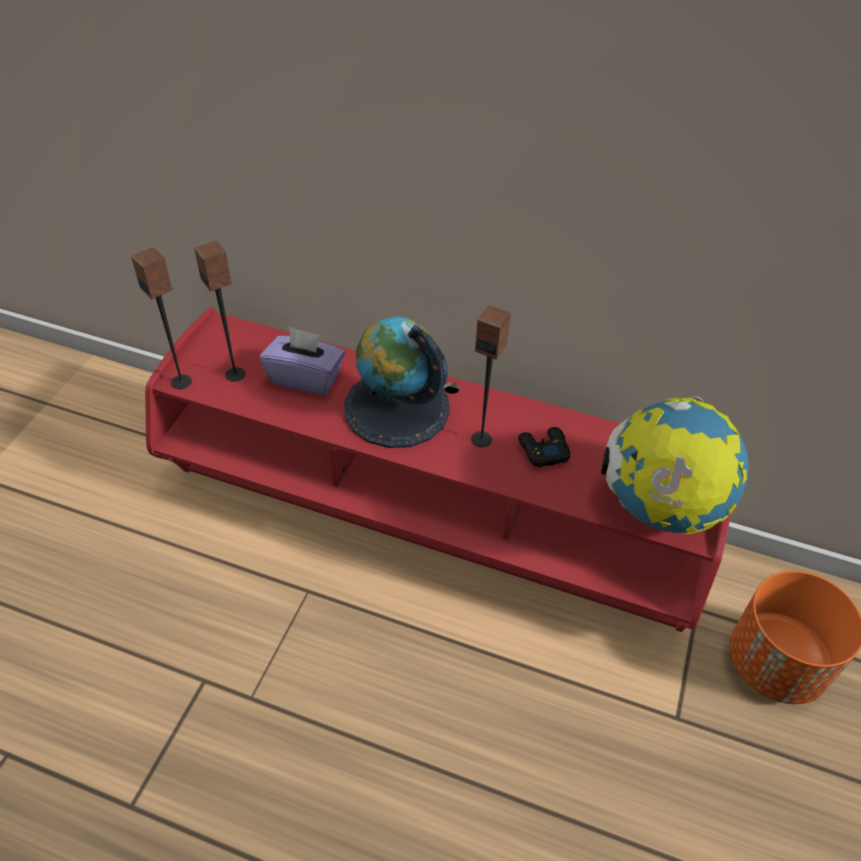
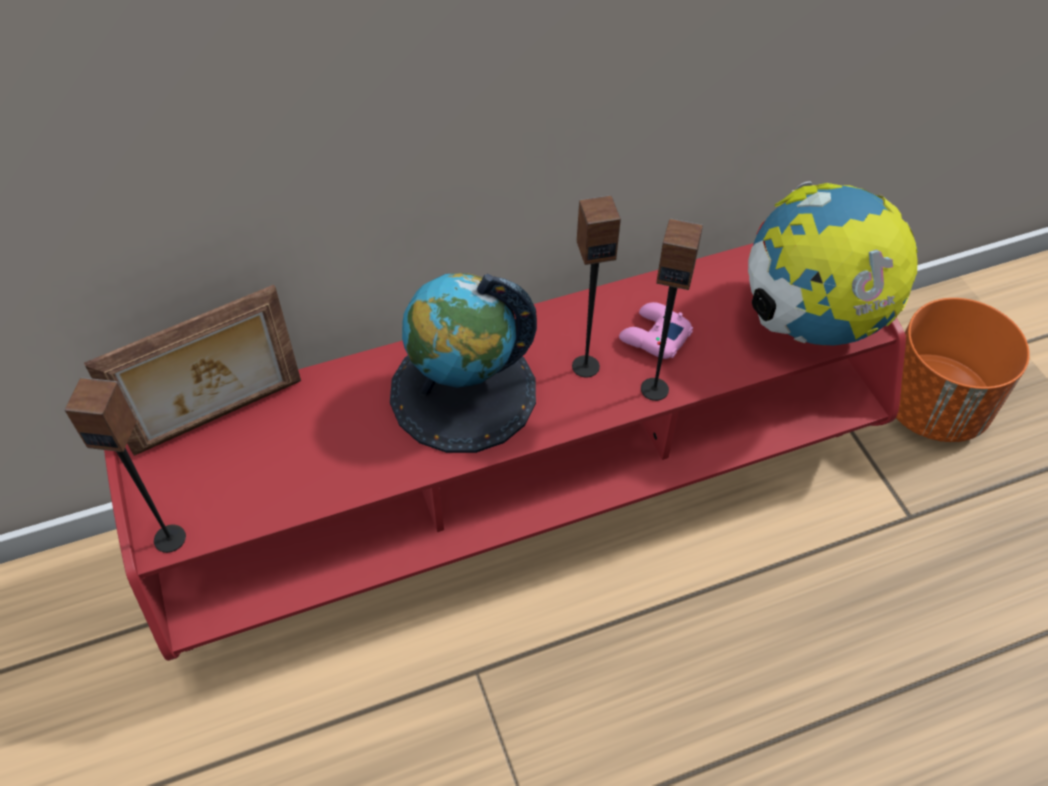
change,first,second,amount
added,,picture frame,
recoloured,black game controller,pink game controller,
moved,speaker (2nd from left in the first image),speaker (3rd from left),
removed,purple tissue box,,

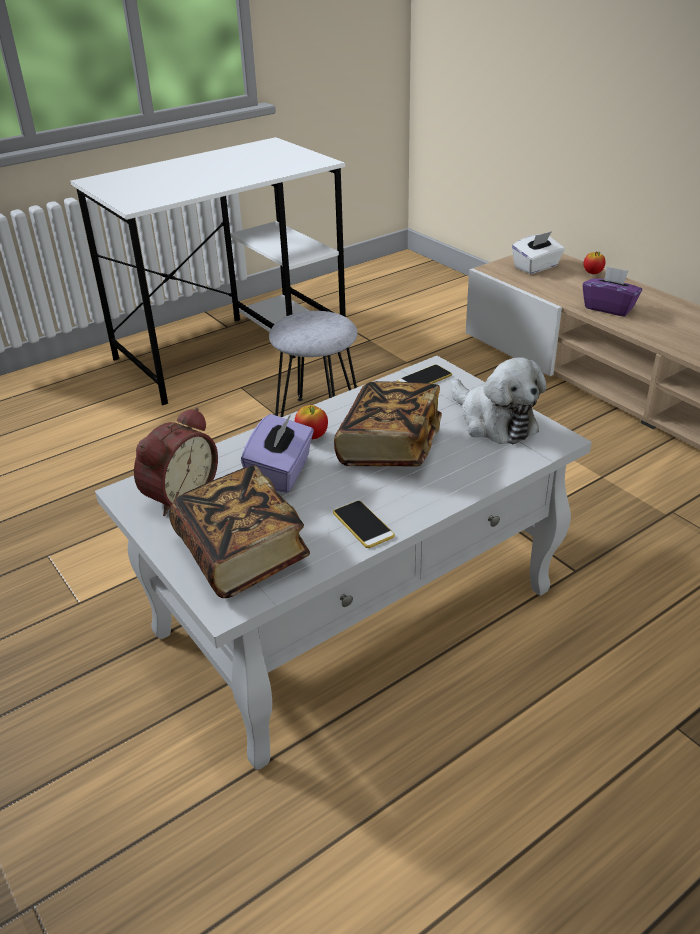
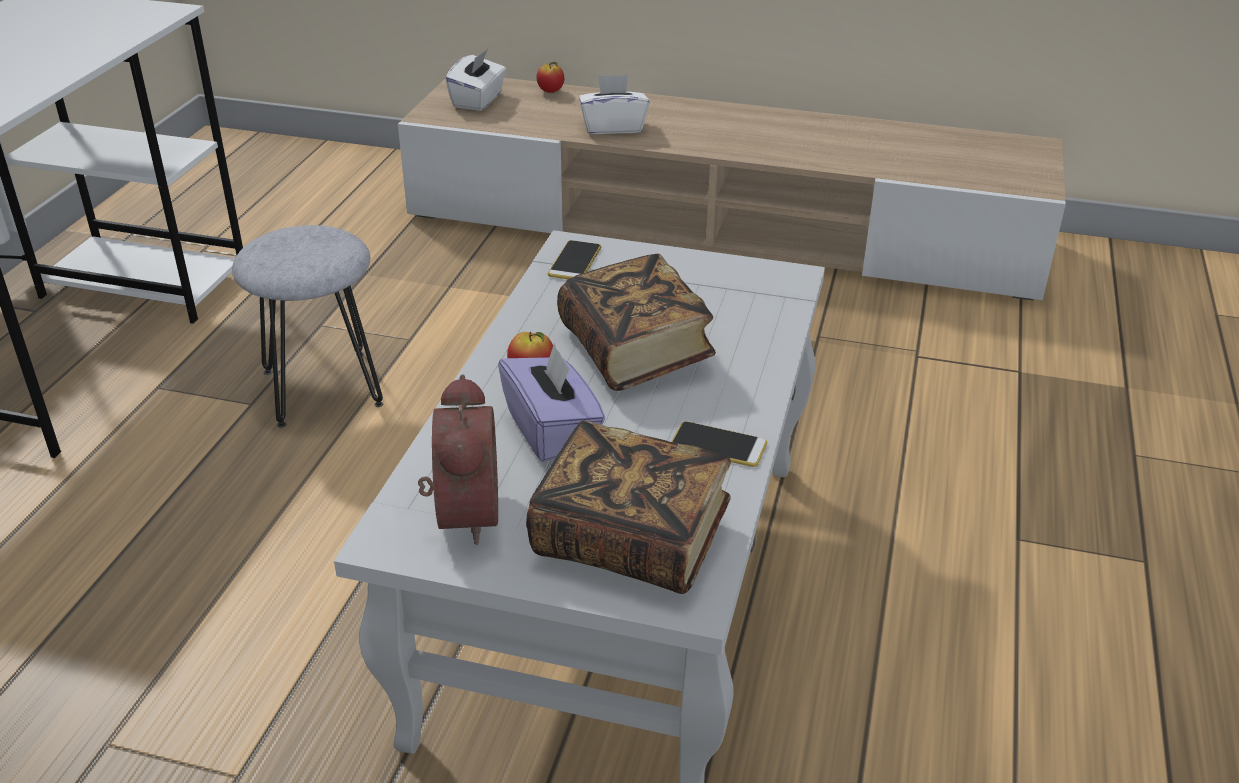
change,first,second,amount
recoloured,purple tissue box (2nd from left),white tissue box (2nd from left),
removed,plush toy,,

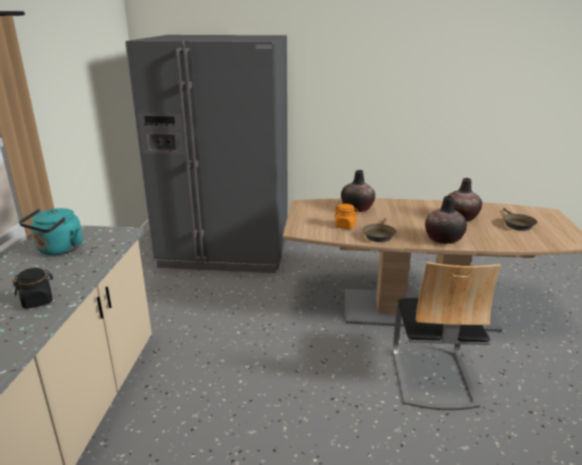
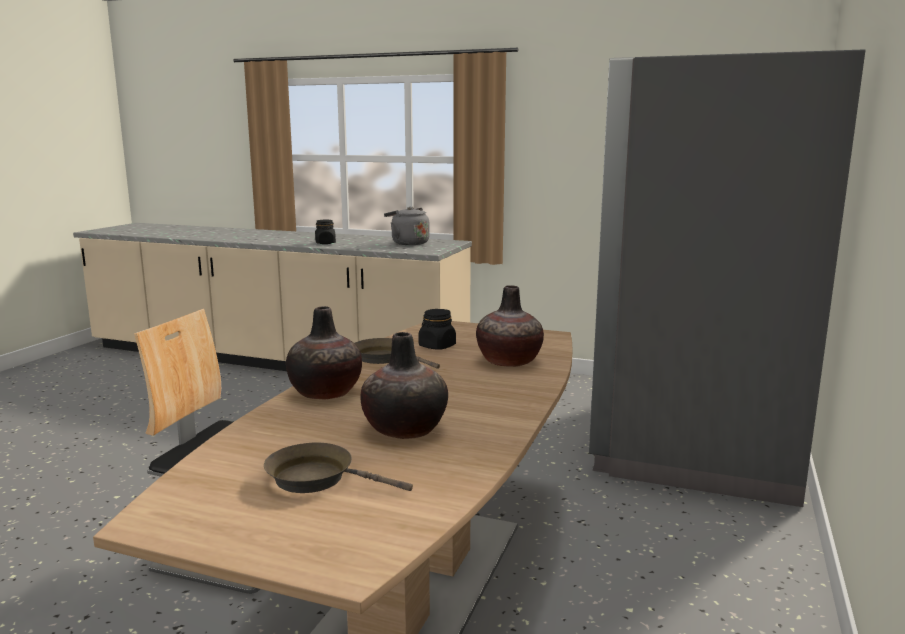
change,first,second,amount
recoloured,turquoise kettle,grey kettle,
recoloured,orange jar,black jar (2nd from left),

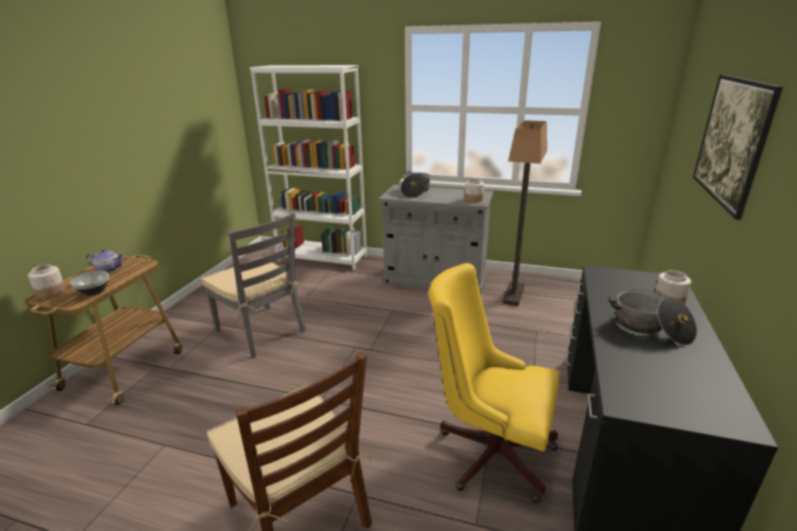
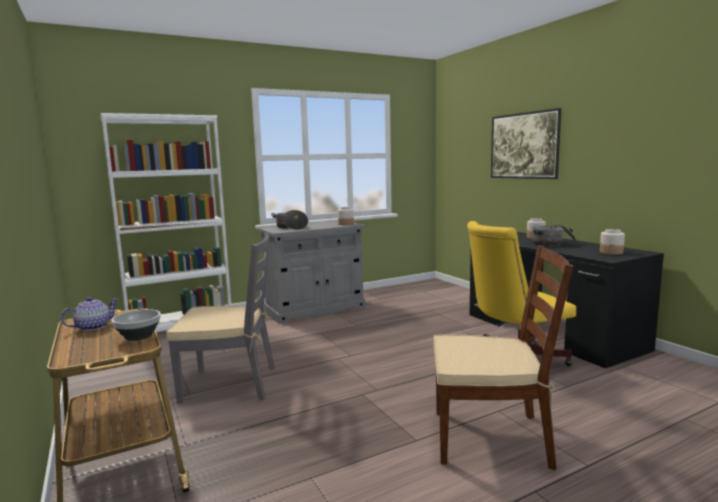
change,first,second,amount
moved,jar (1st from left in the first image),jar (3rd from left),
removed,floor lamp,,

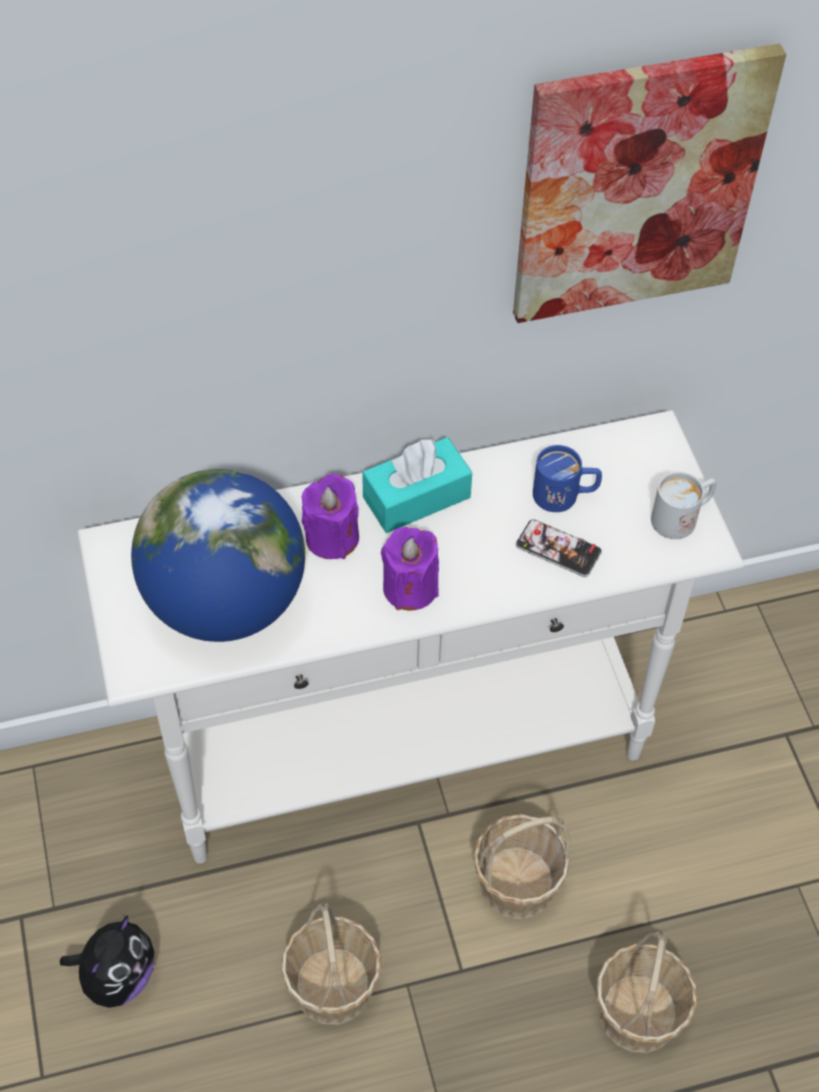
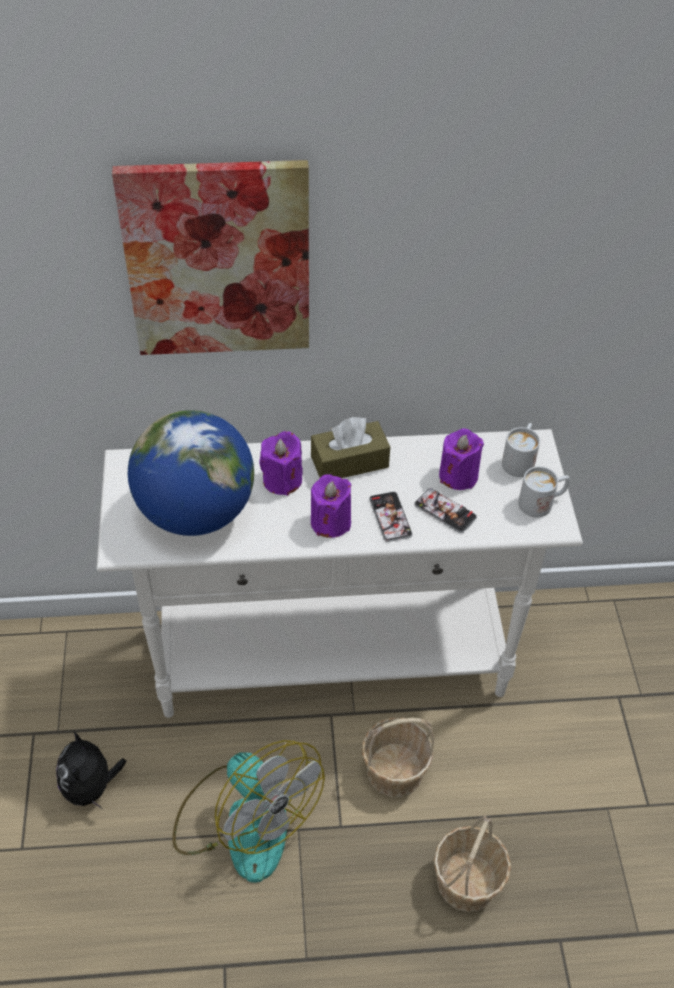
change,first,second,amount
turned,plush toy,,135 degrees clockwise
moved,picture,,
replaced,basket (1st from left),fan,
recoloured,turquoise tissue box,brown tissue box,
added,,phone (1st from left),
replaced,blue mug,purple candle (3rd from left),
added,,white mug (1st from left),

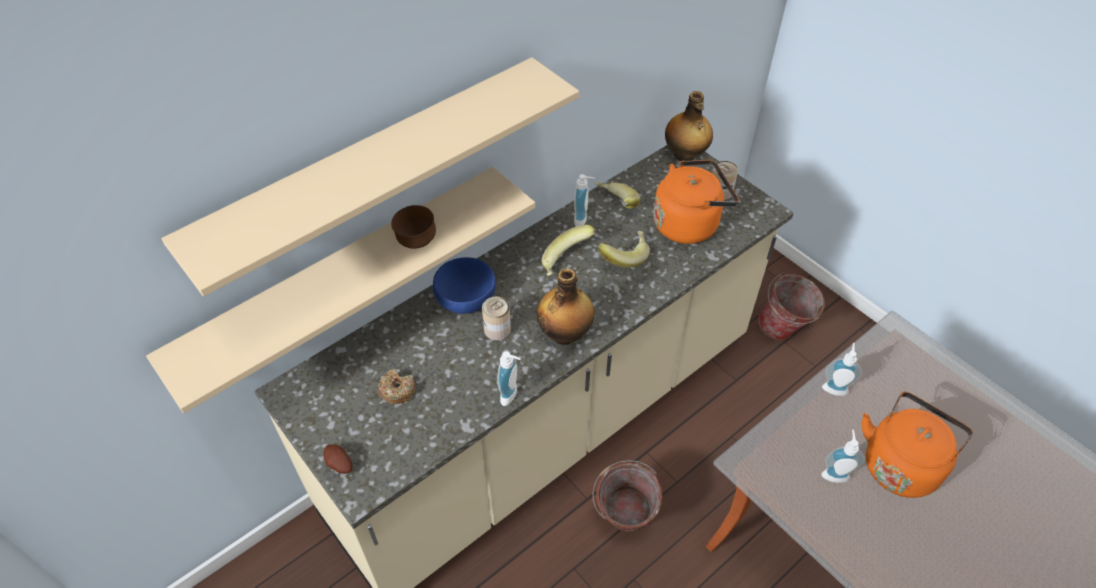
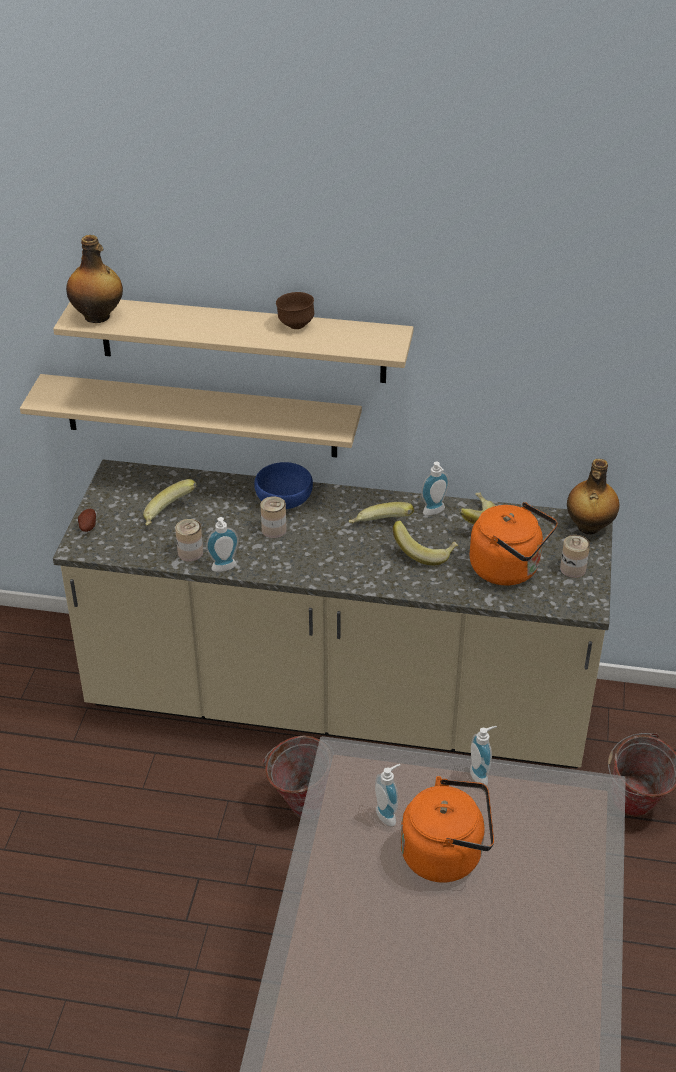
change,first,second,amount
moved,bottle (1st from left),,
replaced,donut,banana (1st from left),
added,,can (1st from left),
moved,brown bowl,,

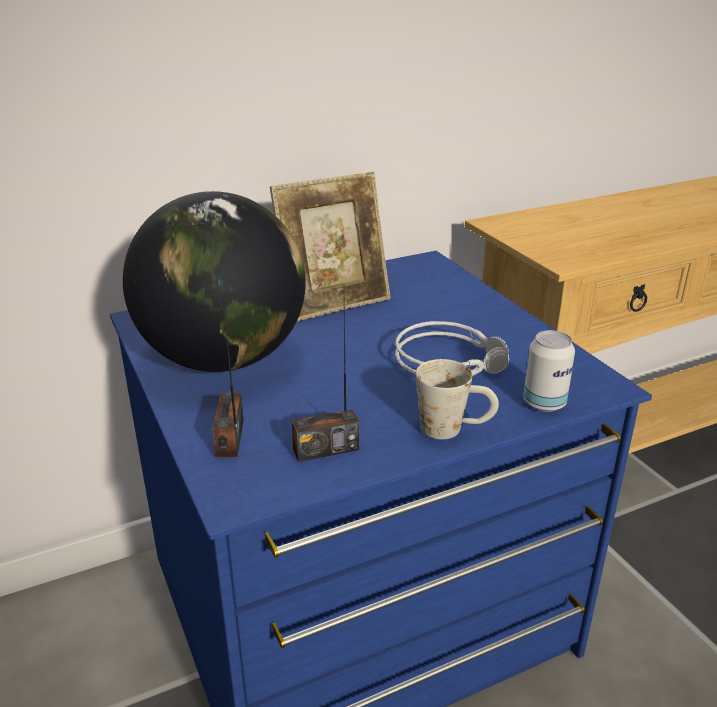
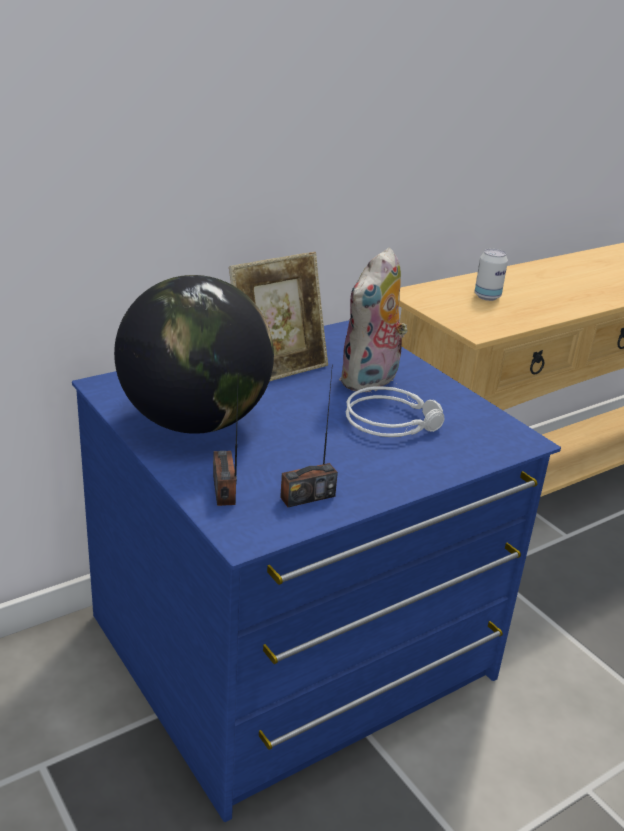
change,first,second,amount
added,,plush toy,
moved,can,,
removed,white mug,,

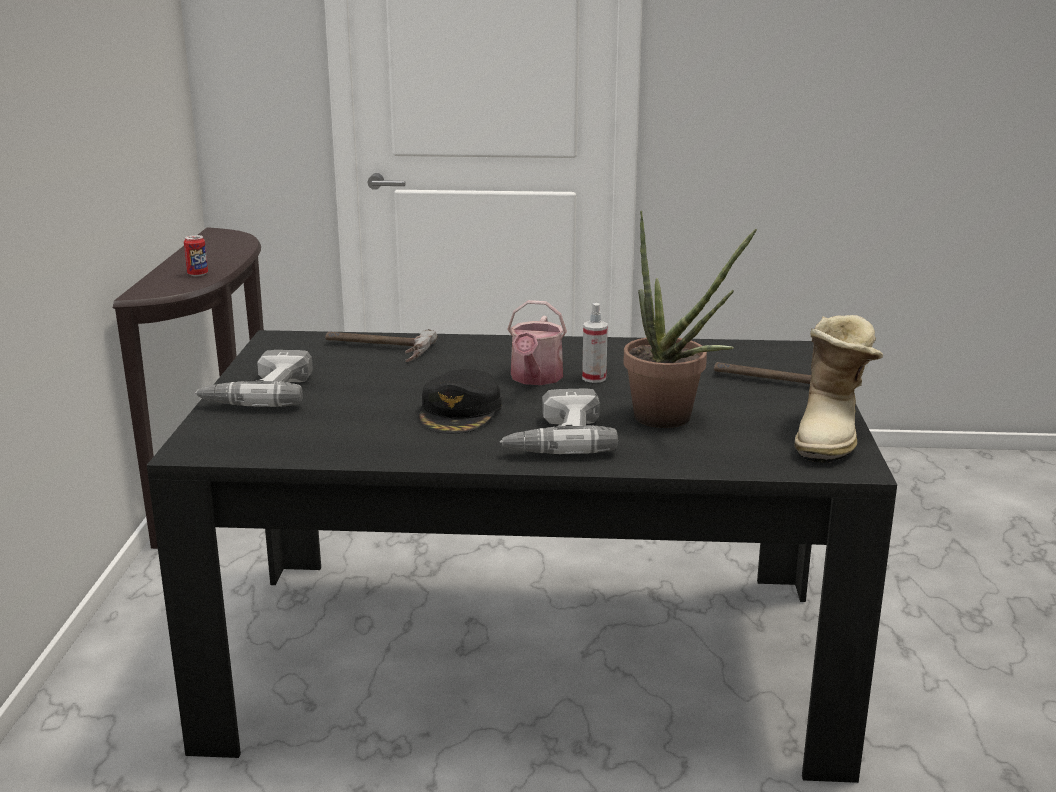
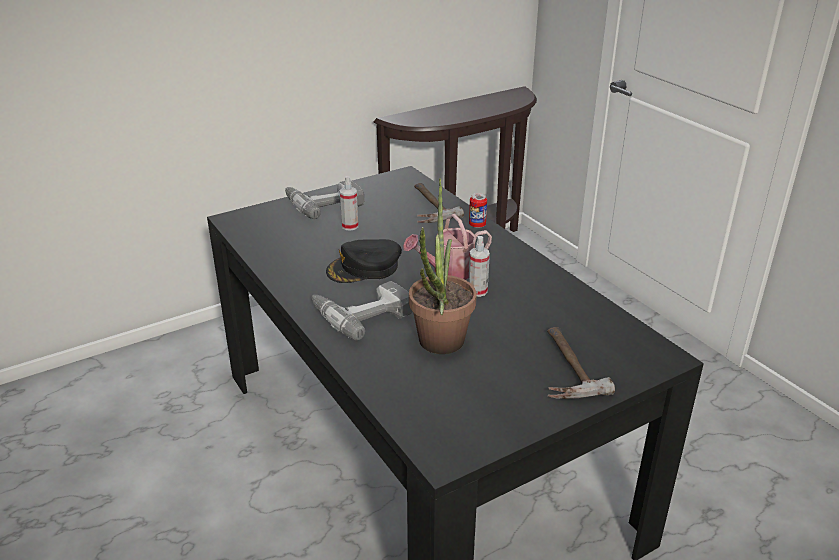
change,first,second,amount
added,,spray bottle (1st from left),
moved,can,,
removed,boot,,

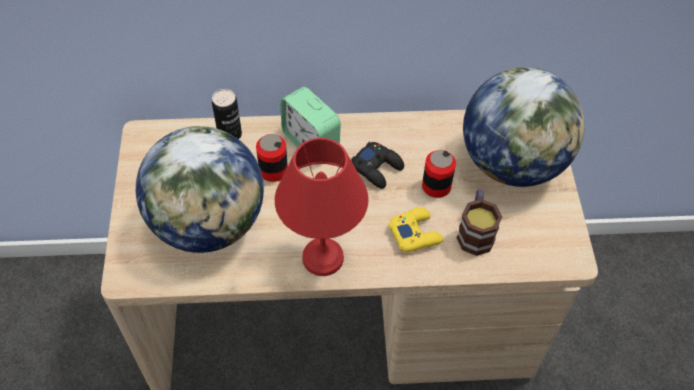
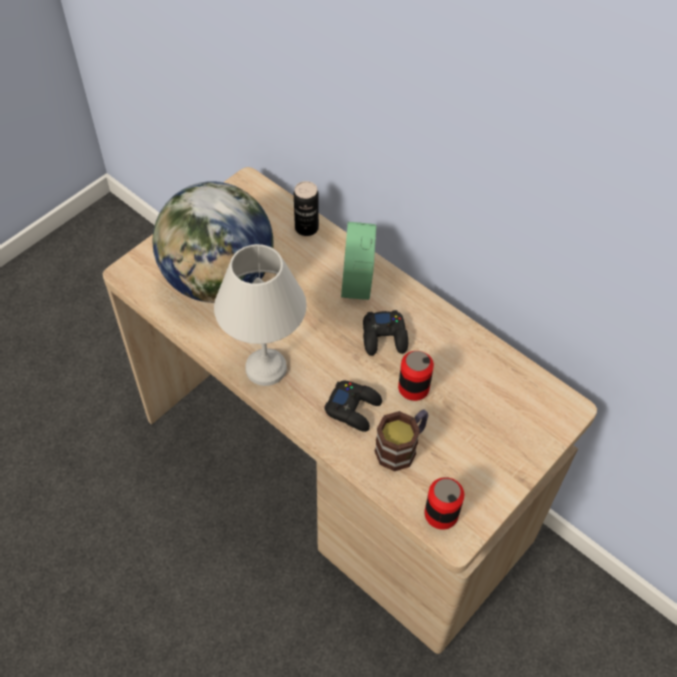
change,first,second,amount
recoloured,red table lamp,white table lamp,
recoloured,yellow game controller,black game controller (1st from left),
moved,can (2nd from left in the first image),can (3rd from left),
removed,globe (2nd from left),,

